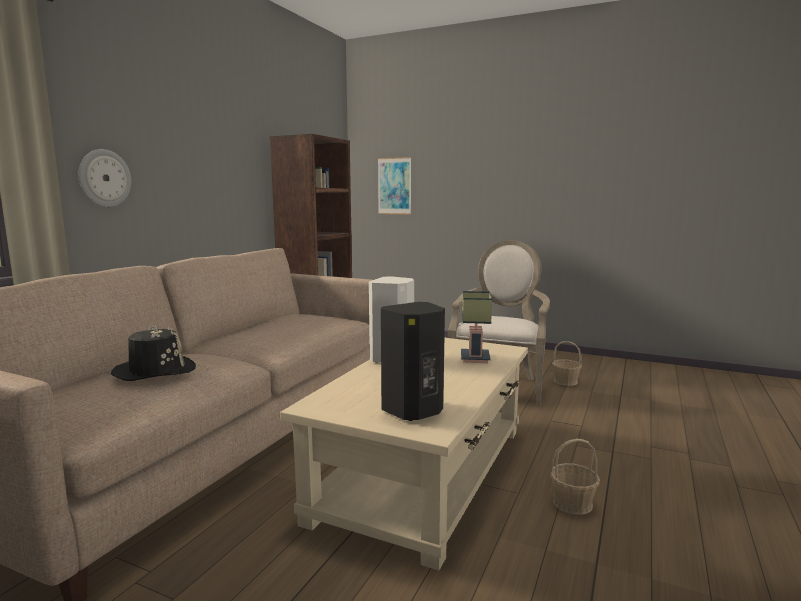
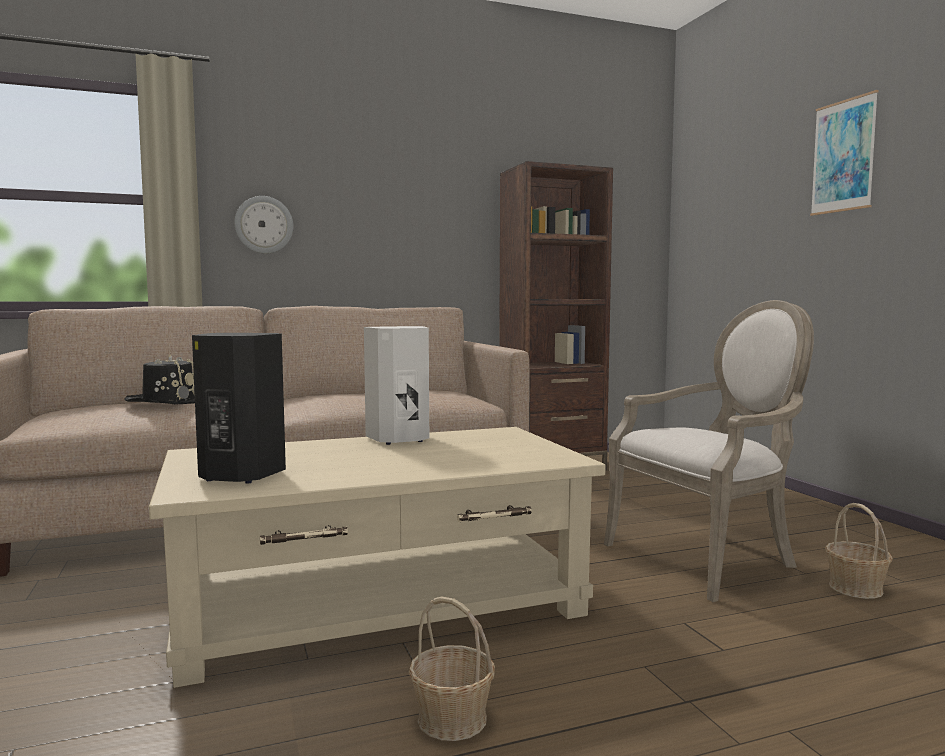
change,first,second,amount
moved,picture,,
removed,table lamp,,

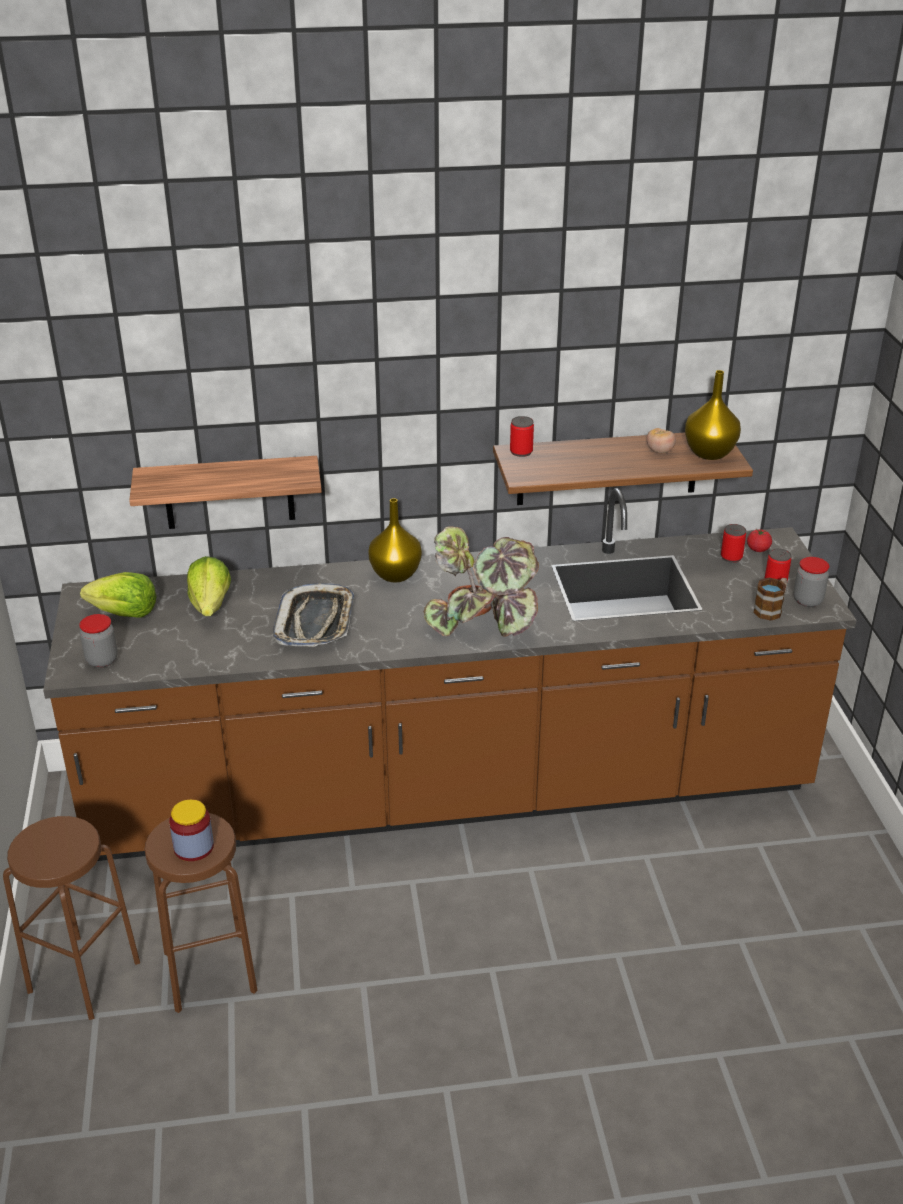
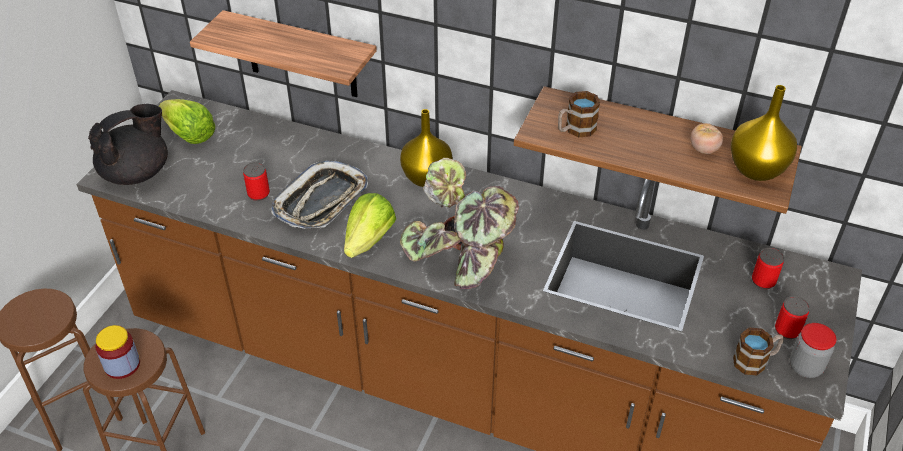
change,first,second,amount
replaced,jar (1st from left),black teapot,
moved,can (1st from left),,
moved,lettuce (2nd from left),,
added,,mug (1st from left),
removed,tomato (2nd from left),,

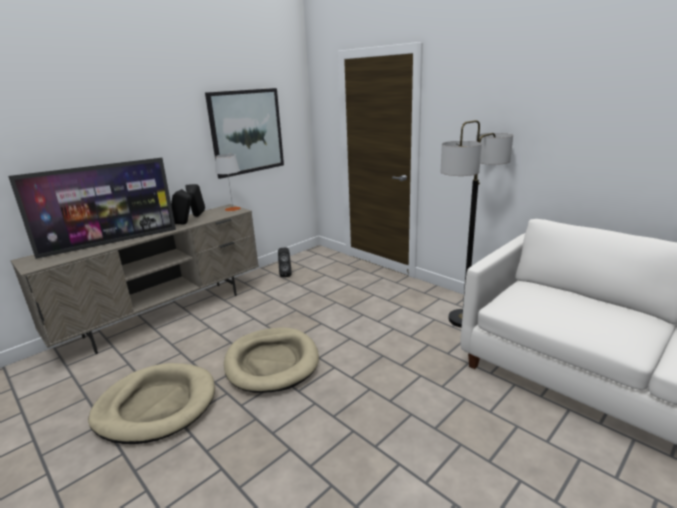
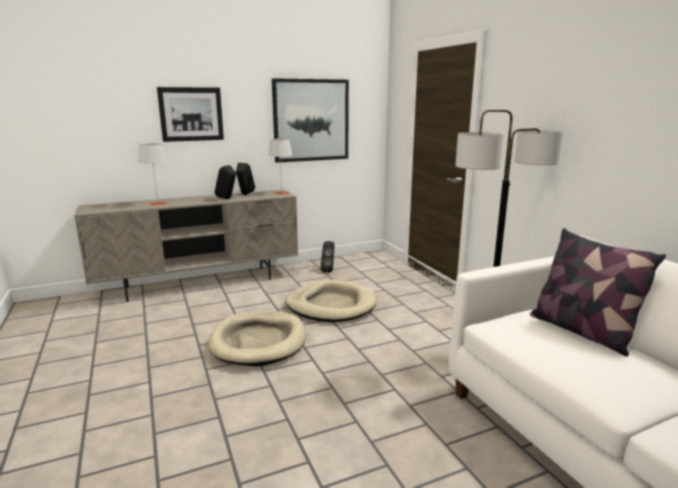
change,first,second,amount
replaced,television,grey table lamp (1st from left),
added,,picture (1st from left),
moved,beige dog bed (1st from left in the first image),beige dog bed (2nd from left),
added,,pillow,

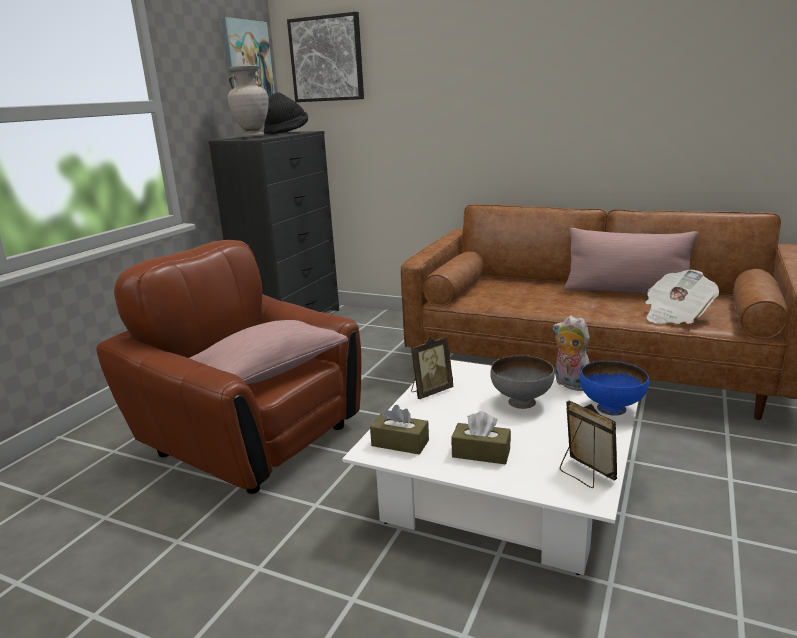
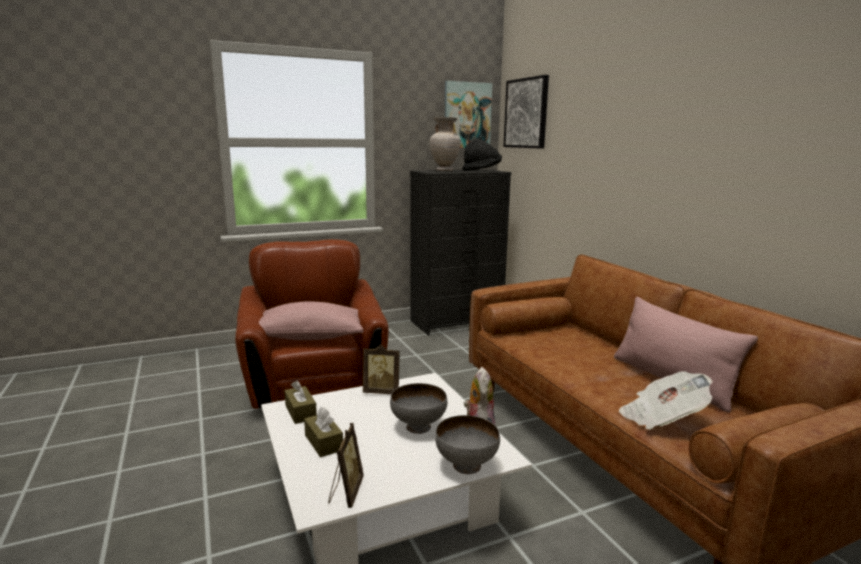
change,first,second,amount
recoloured,blue bowl,grey bowl (2nd from left),

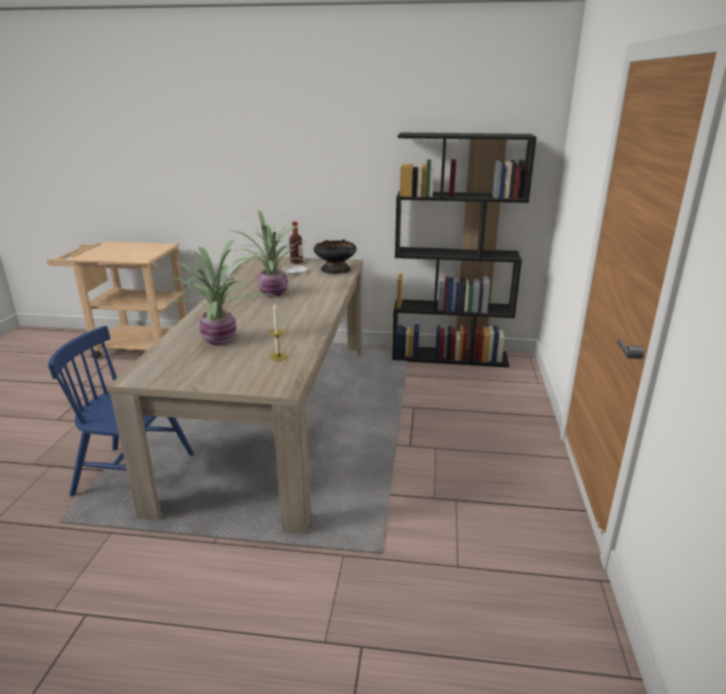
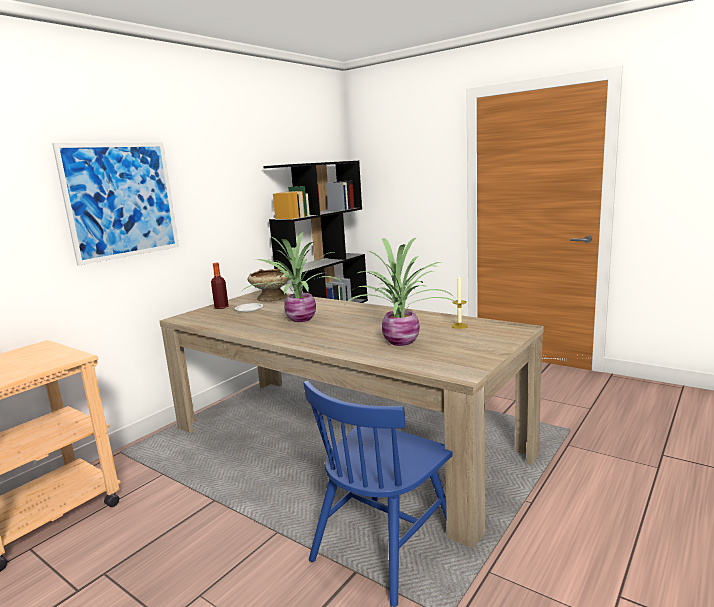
change,first,second,amount
added,,picture,
recoloured,black bowl,beige bowl,

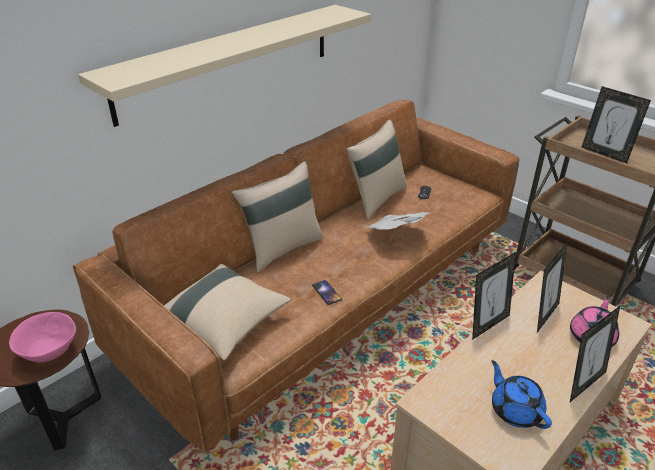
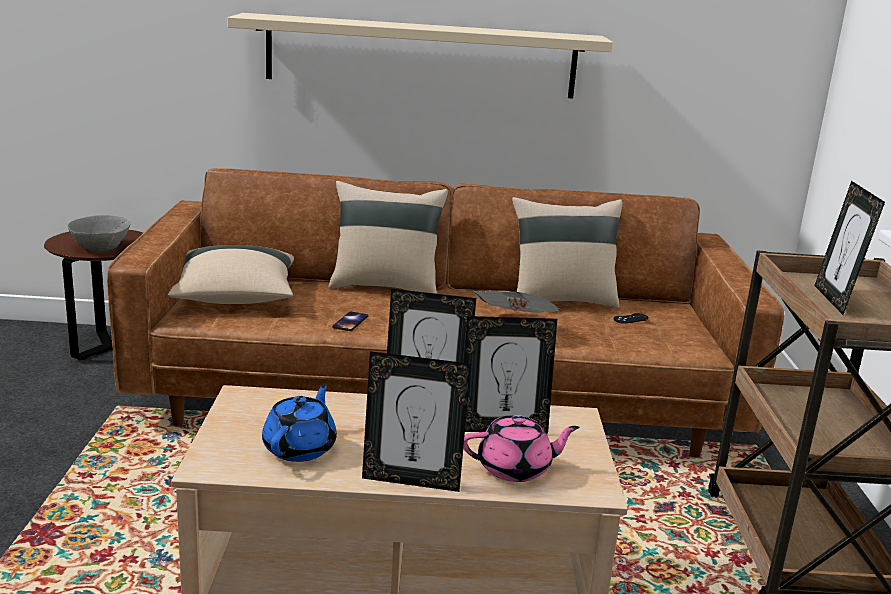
change,first,second,amount
recoloured,pink bowl,grey bowl,

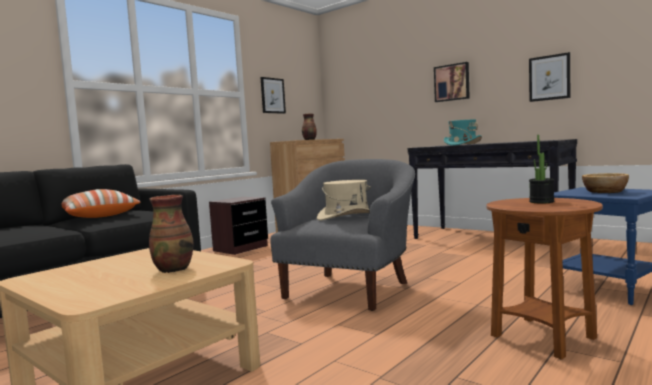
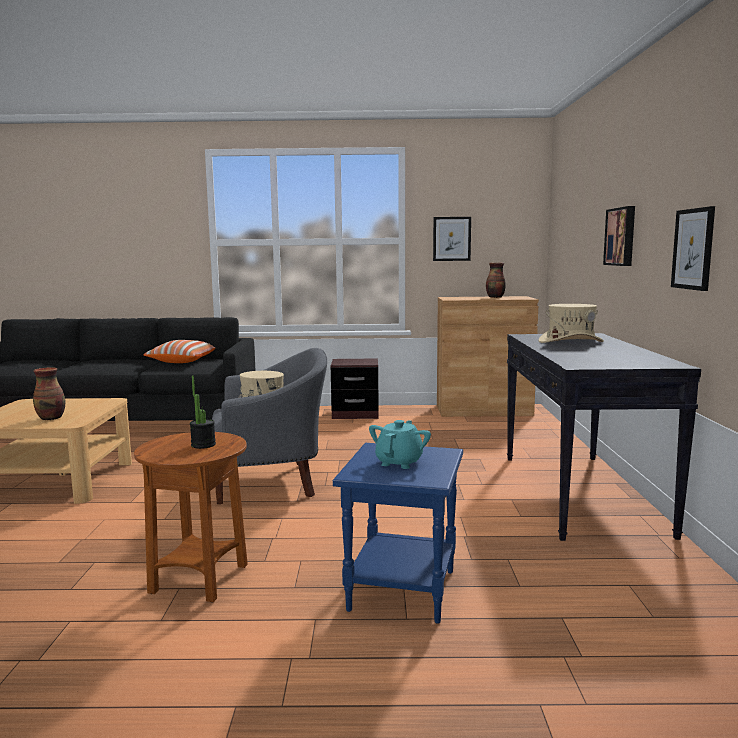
change,first,second,amount
replaced,bowl,turquoise teapot,
recoloured,turquoise hat,beige hat (2nd from left),

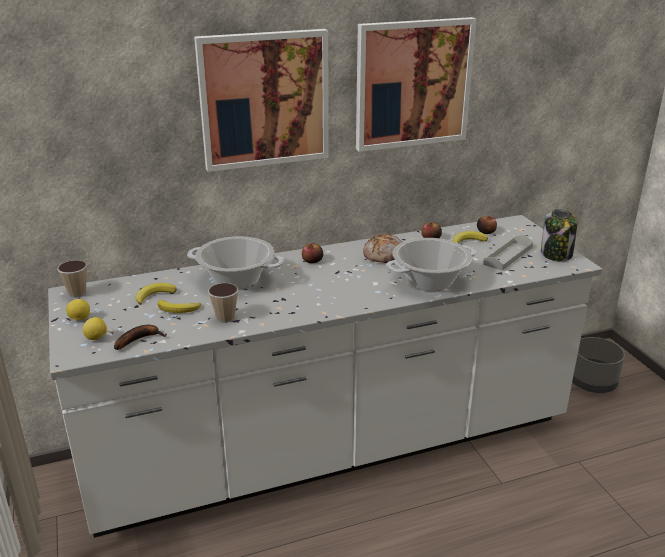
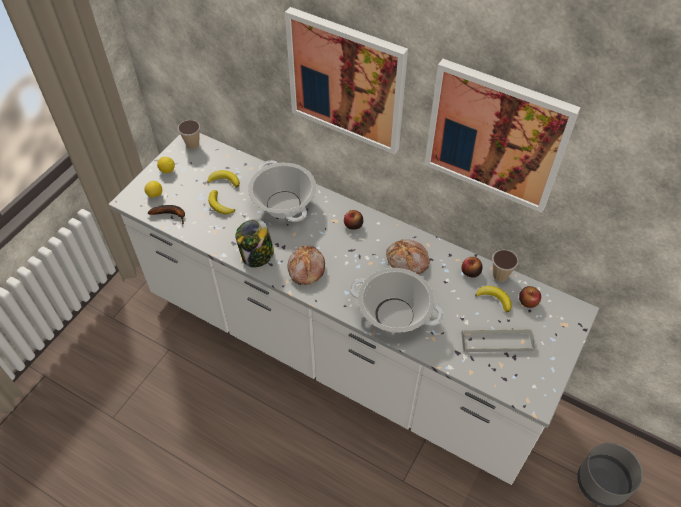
change,first,second,amount
moved,jar,,
added,,bread (1st from left),
moved,cup (2nd from left),,

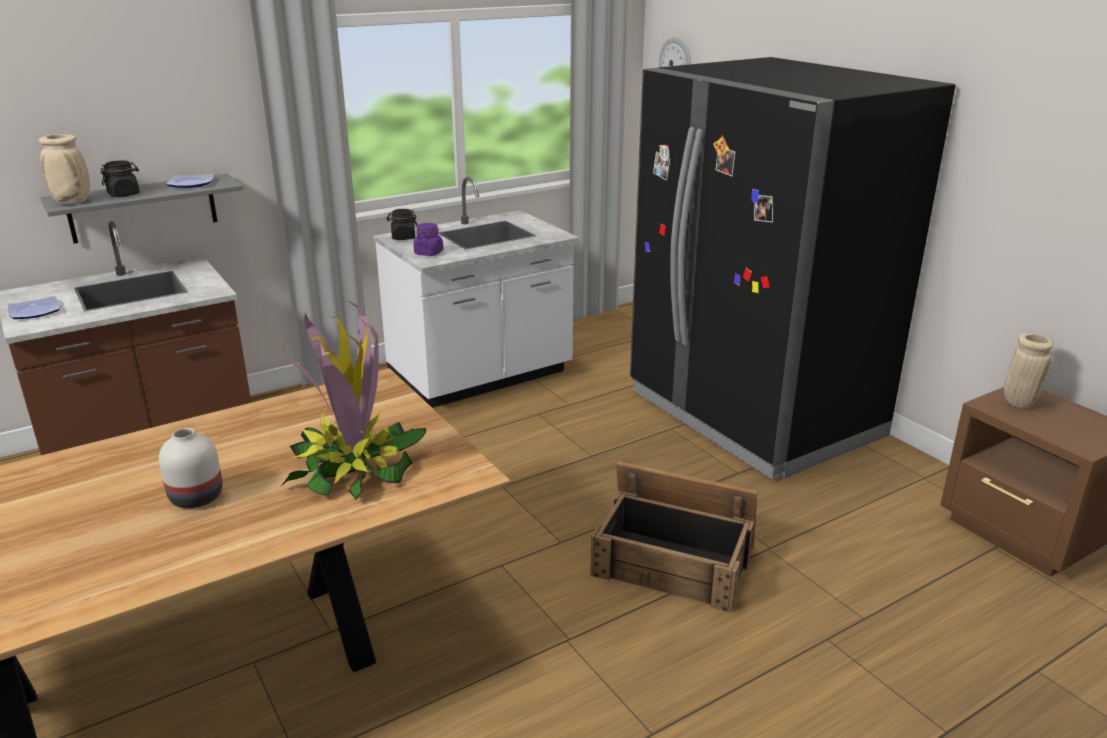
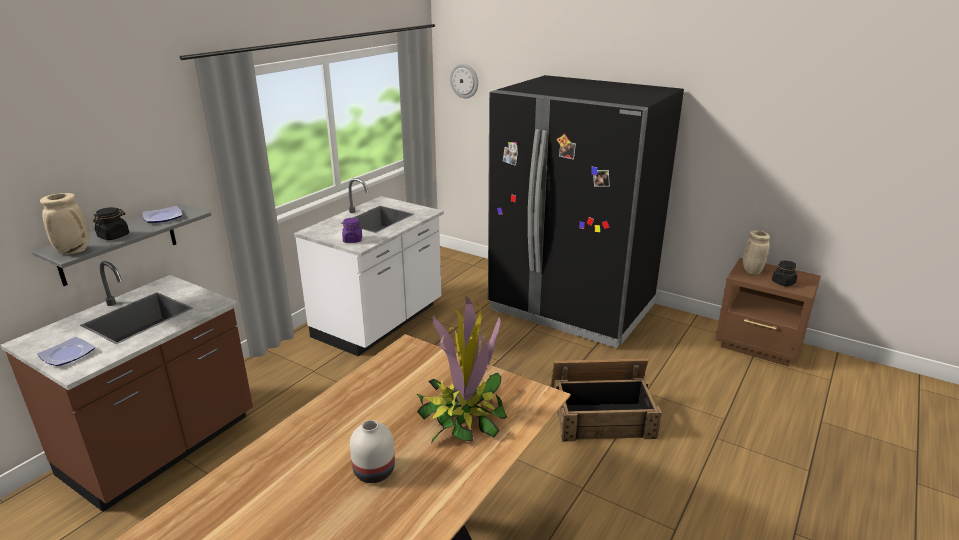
change,first,second,amount
moved,black jar (2nd from left),,

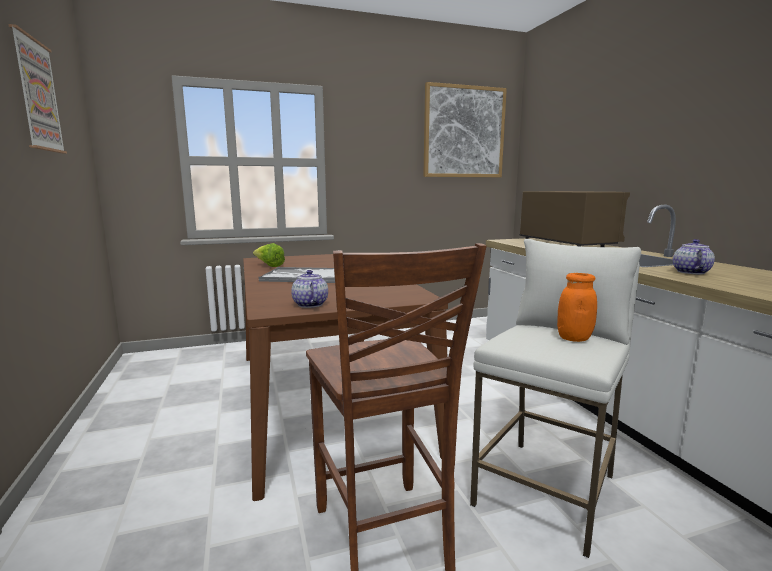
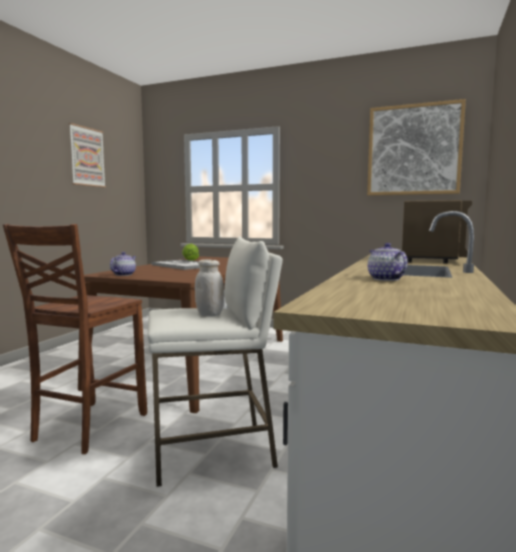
change,first,second,amount
recoloured,orange jar,white jar,
turned,teapot (2nd from left),,75 degrees counterclockwise

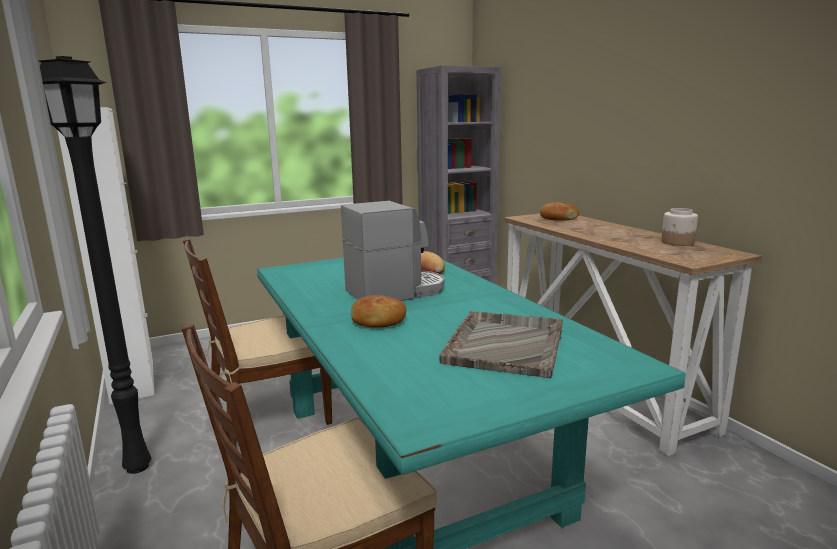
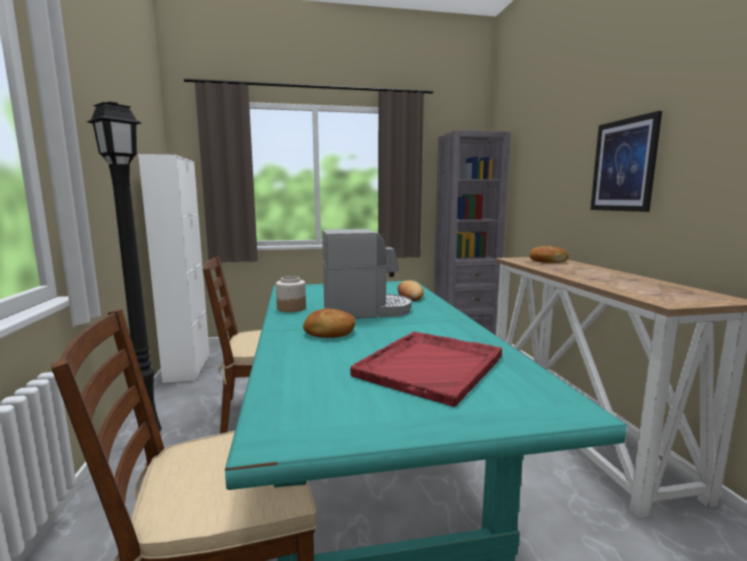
change,first,second,amount
moved,jar,,
recoloured,grey tray,red tray,
added,,picture,

